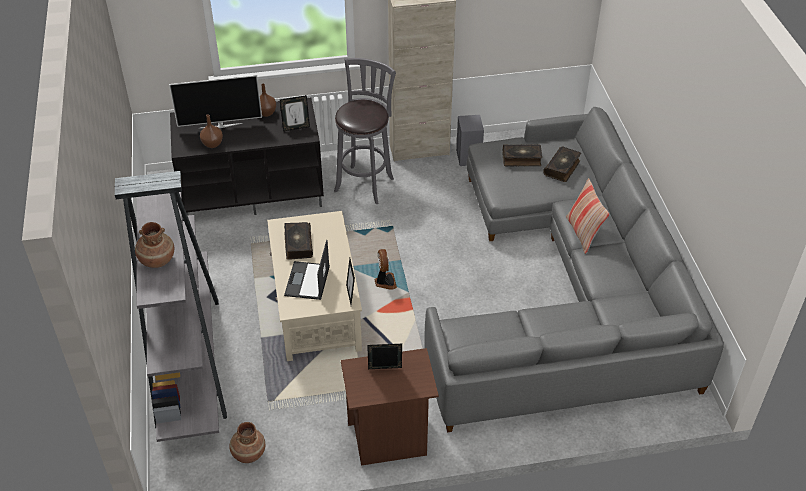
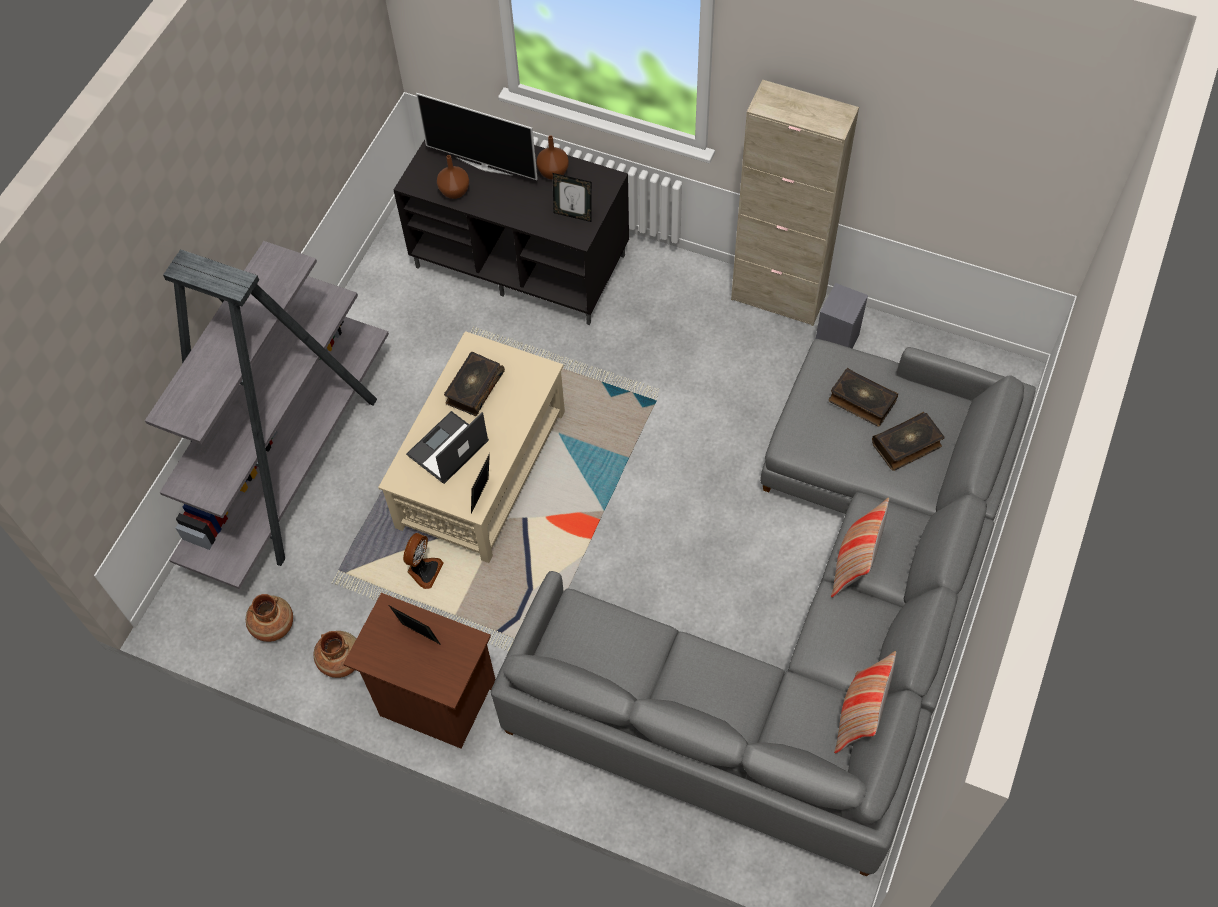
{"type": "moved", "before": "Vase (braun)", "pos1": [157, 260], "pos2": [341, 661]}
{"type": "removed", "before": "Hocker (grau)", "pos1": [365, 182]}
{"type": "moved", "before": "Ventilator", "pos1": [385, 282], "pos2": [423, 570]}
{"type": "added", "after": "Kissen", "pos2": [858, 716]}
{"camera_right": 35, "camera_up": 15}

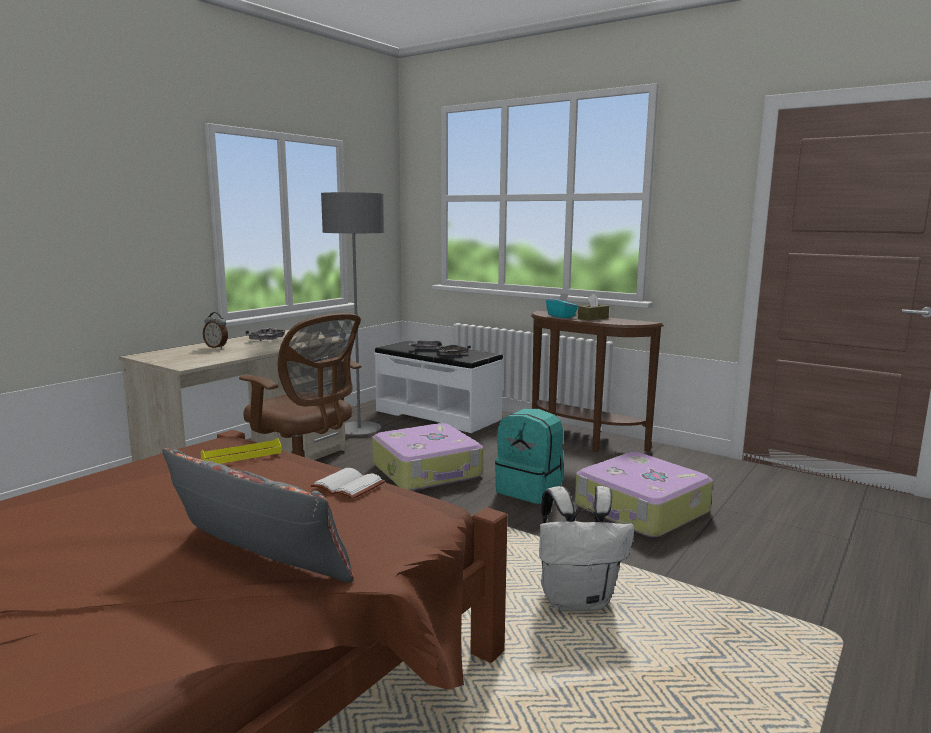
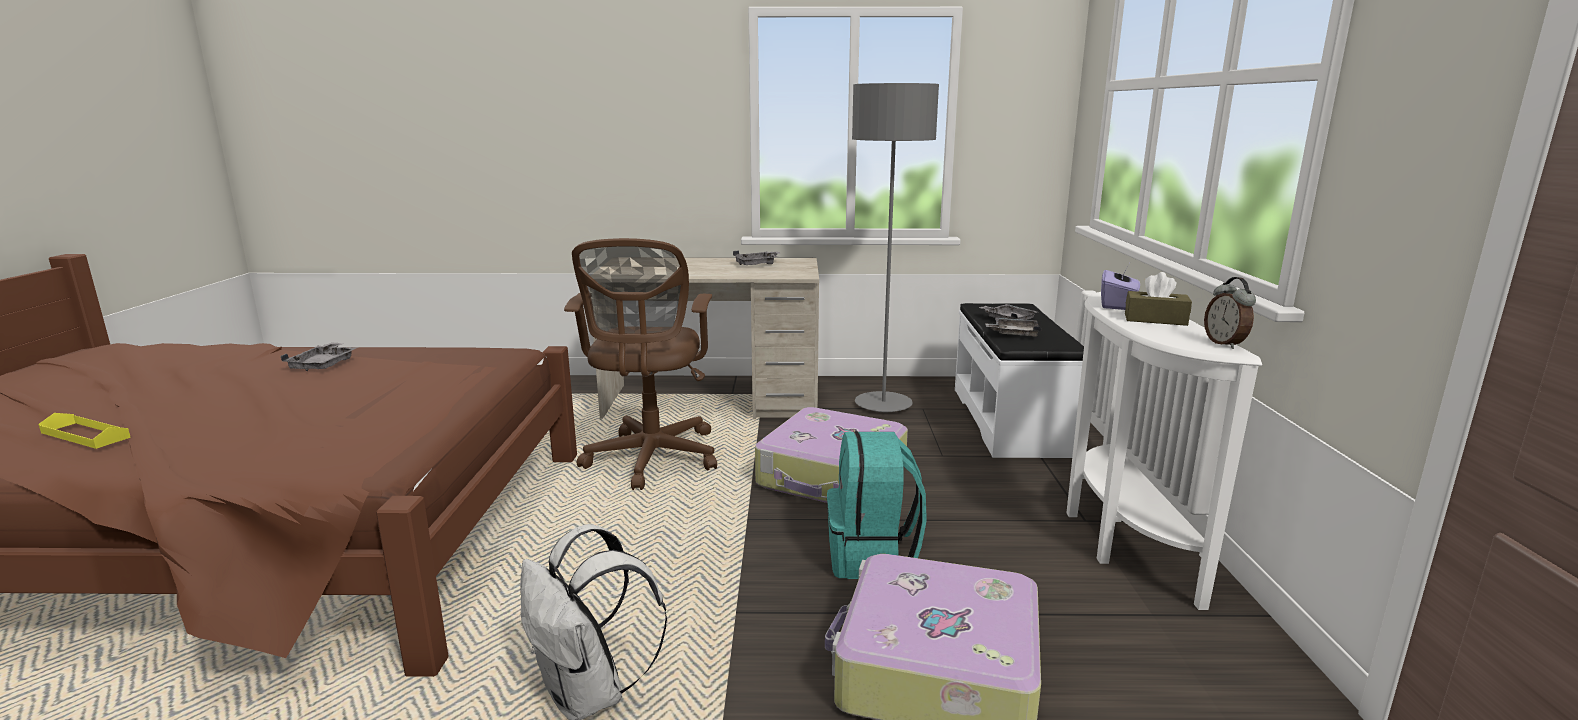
{"type": "removed", "before": "Kissen (grau)", "pos1": [259, 561]}
{"type": "moved", "before": "Tablett (gelb)", "pos1": [242, 455], "pos2": [85, 435]}
{"type": "moved", "before": "Wecker", "pos1": [217, 347], "pos2": [1225, 344]}
{"type": "removed", "before": "Buch (weiß)", "pos1": [346, 486]}
{"type": "recoloured", "before": "Konsolentisch (braun)", "after": "Konsolentisch (weiß)", "pos1": [581, 441], "pos2": [1118, 538]}
{"type": "recoloured", "before": "Taschentuchbox (türkis)", "after": "Taschentuchbox (lila)", "pos1": [561, 316], "pos2": [1117, 305]}
{"type": "added", "after": "Tablett (grau)", "pos2": [324, 365]}
{"camera_right": 55, "camera_up": 5}

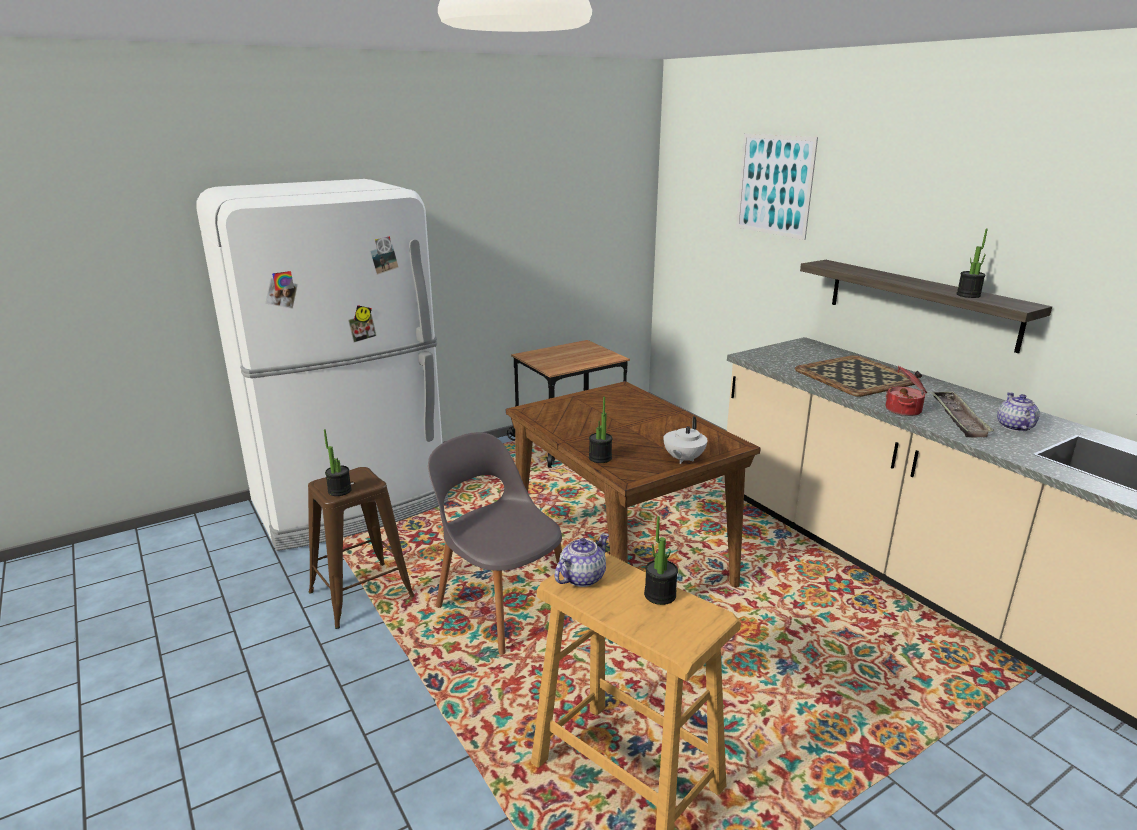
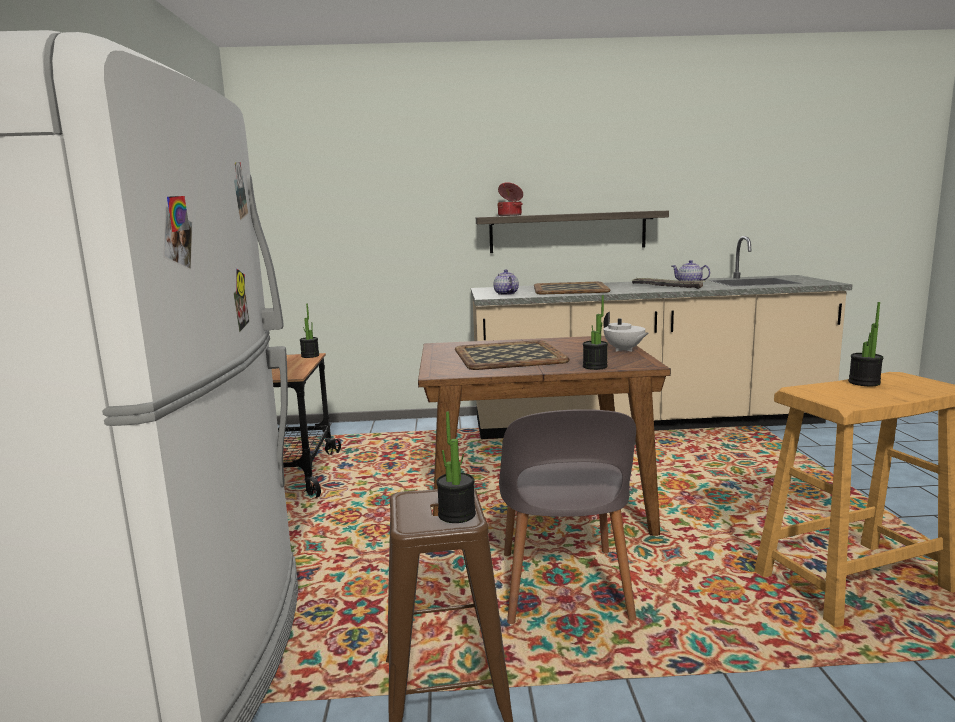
{"type": "turned", "before": "Stuhl (grau)", "pos1": [501, 607], "pos2": [563, 588], "turn": -75}
{"type": "moved", "before": "Teekanne", "pos1": [581, 578], "pos2": [506, 294]}
{"type": "removed", "before": "Bild", "pos1": [774, 185]}
{"type": "moved", "before": "Kochtopf", "pos1": [904, 410], "pos2": [510, 215]}
{"type": "moved", "before": "Topfpflanze", "pos1": [968, 295], "pos2": [310, 356]}
{"type": "added", "after": "Tablett", "pos2": [508, 356]}
{"camera_right": -60, "camera_up": -10}

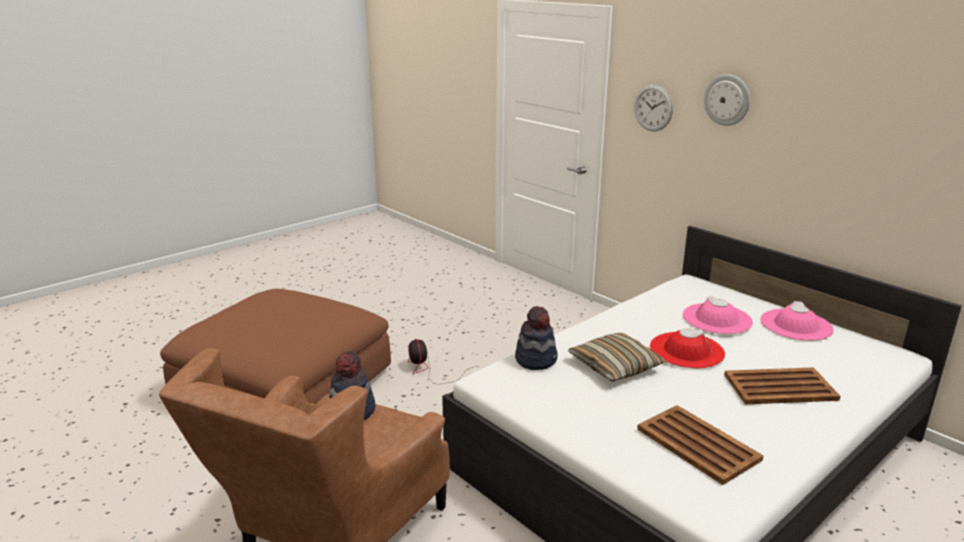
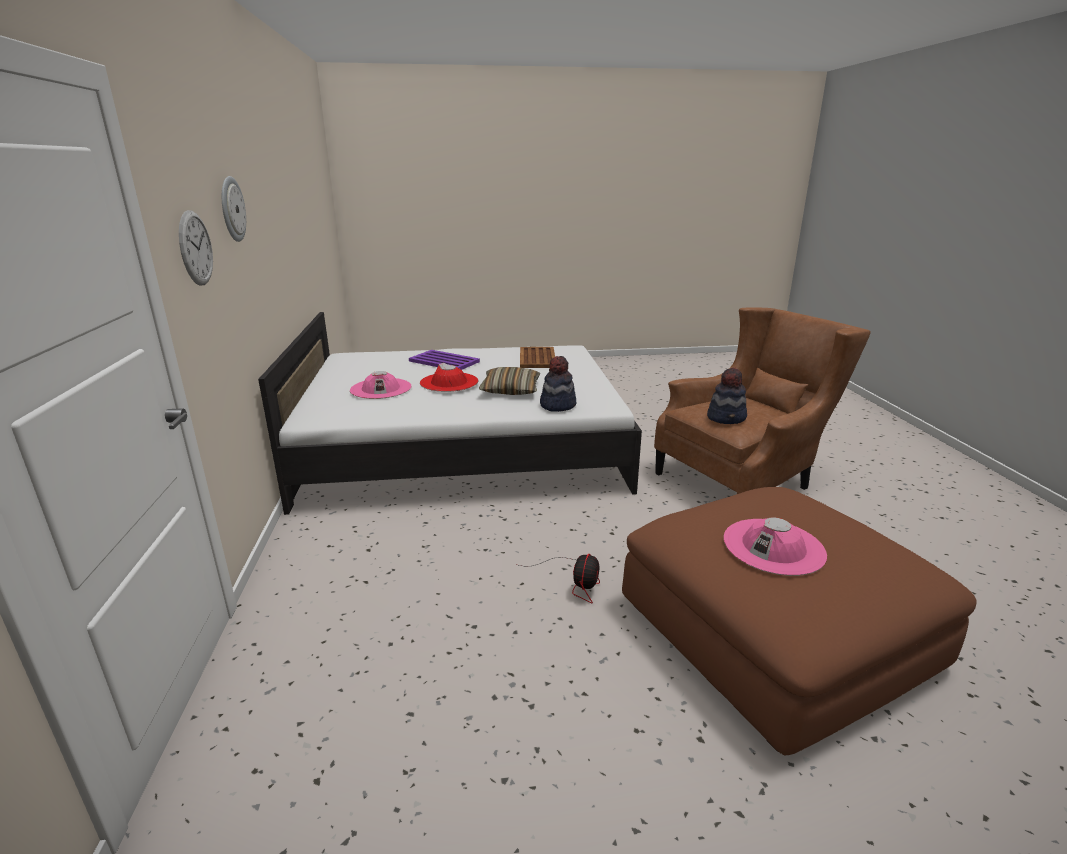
{"type": "recoloured", "before": "Tablett (braun)", "after": "Tablett (lila)", "pos1": [781, 387], "pos2": [443, 361]}
{"type": "moved", "before": "Hut (rosa)", "pos1": [796, 325], "pos2": [773, 546]}
{"camera_right": -145, "camera_up": 0}

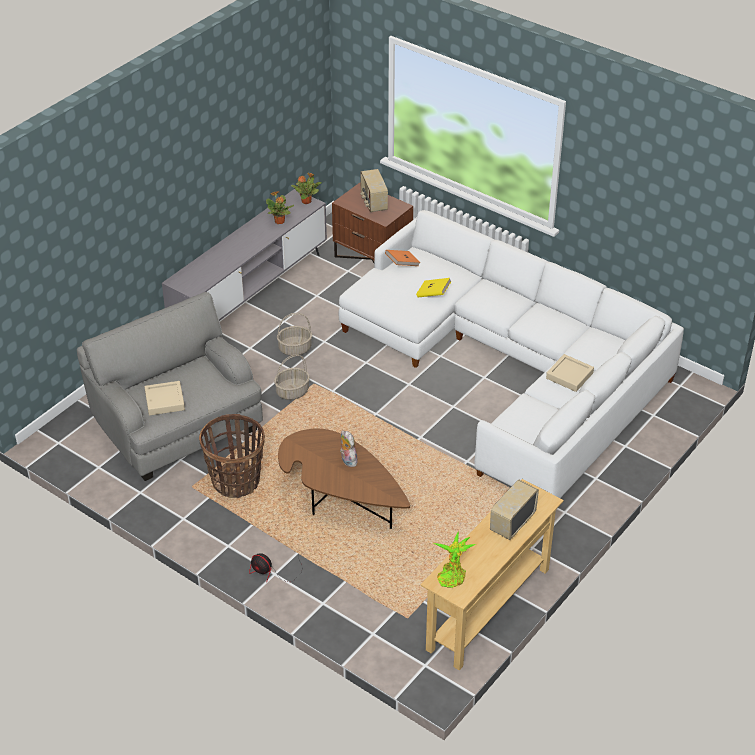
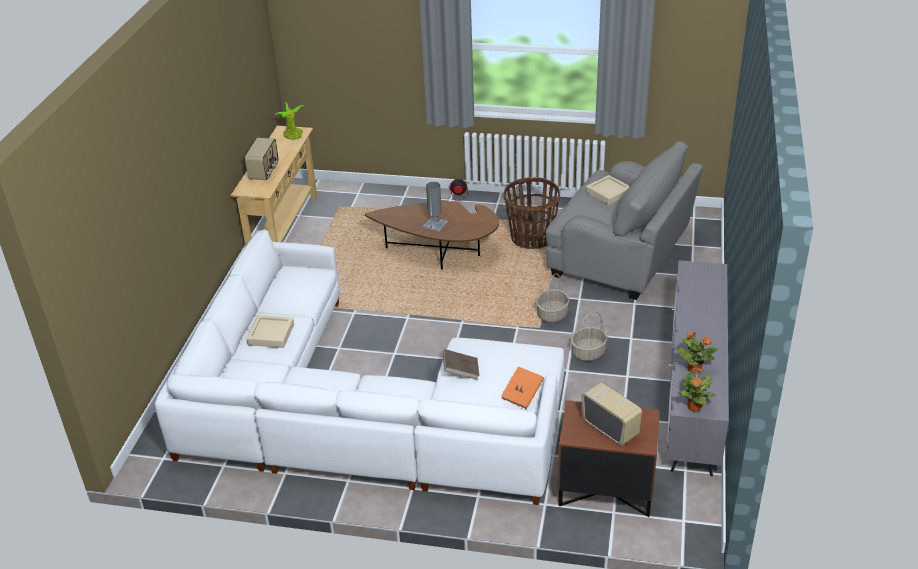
{"type": "replaced", "before": "Plüschtier", "after": "Tischlampe (grau)", "pos1": [347, 460], "pos2": [435, 224]}
{"type": "recoloured", "before": "Buch (gelb)", "after": "Buch (braun)", "pos1": [433, 294], "pos2": [461, 371]}
{"camera_right": 155, "camera_up": -5}

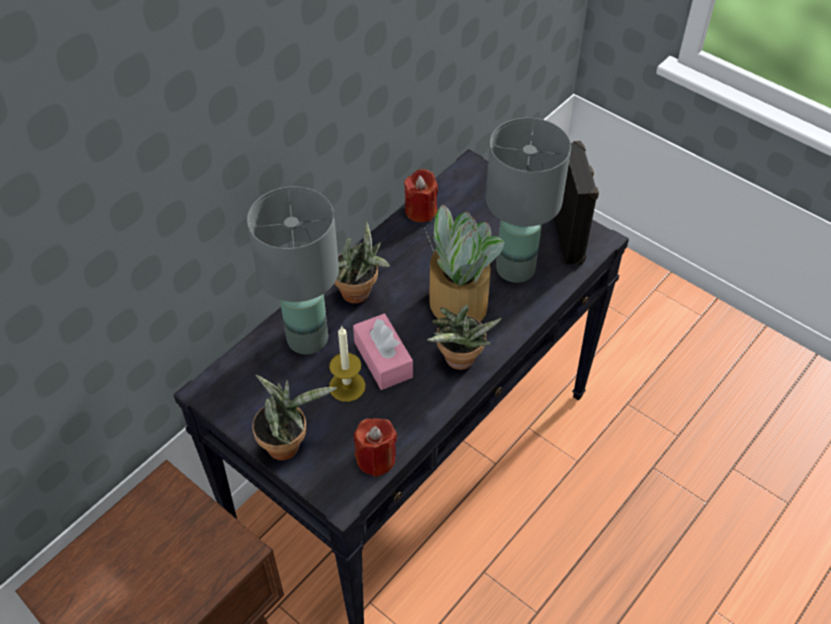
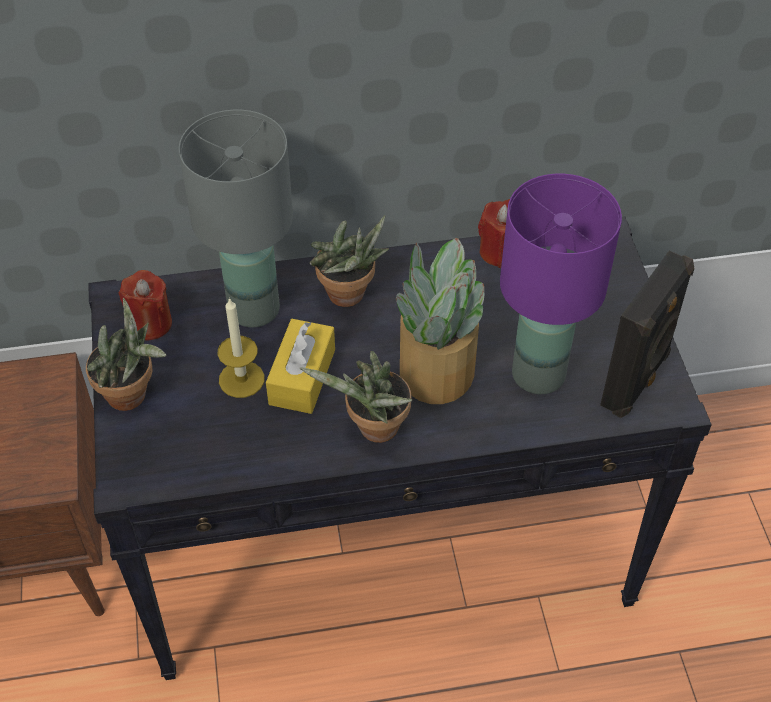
{"type": "recoloured", "before": "Taschentuchbox (rosa)", "after": "Taschentuchbox (gelb)", "pos1": [383, 359], "pos2": [302, 377]}
{"type": "moved", "before": "Kerze (rot)", "pos1": [376, 458], "pos2": [149, 323]}
{"type": "recoloured", "before": "Tischlampe (grau)", "after": "Tischlampe (lila)", "pos1": [514, 269], "pos2": [536, 374]}
{"camera_right": 40, "camera_up": 0}

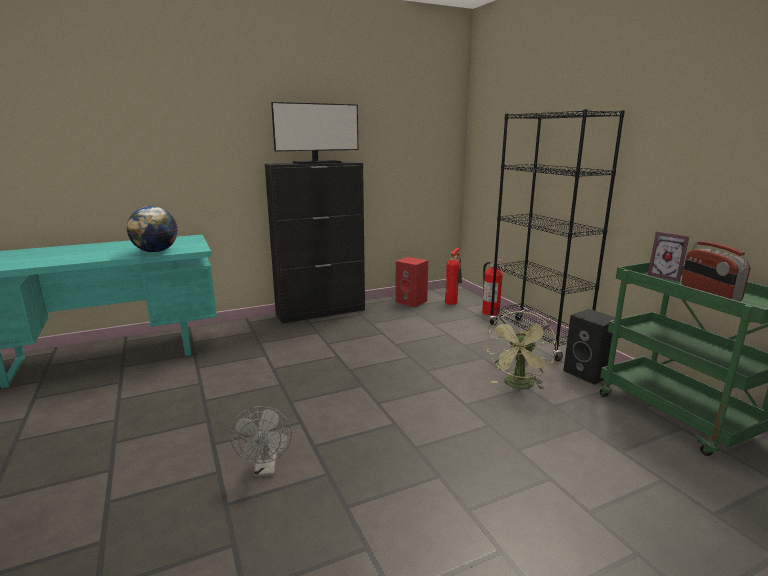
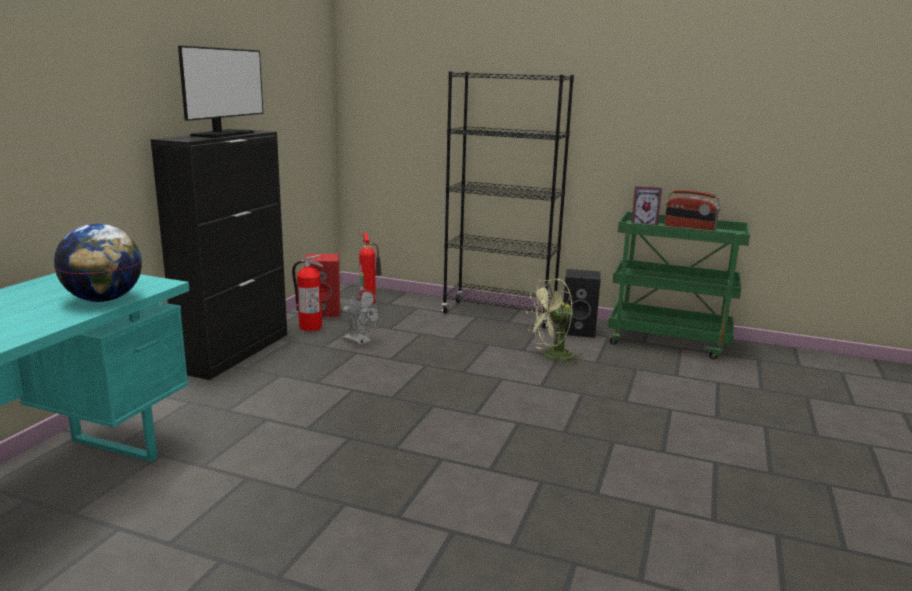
{"type": "moved", "before": "Ventilator (grau)", "pos1": [266, 469], "pos2": [360, 342]}
{"type": "moved", "before": "Feuerlöscher", "pos1": [490, 312], "pos2": [310, 327]}
{"type": "turned", "before": "Ventilator (grün)", "pos1": [518, 386], "pos2": [552, 357], "turn": 90}
{"camera_right": -45, "camera_up": 0}

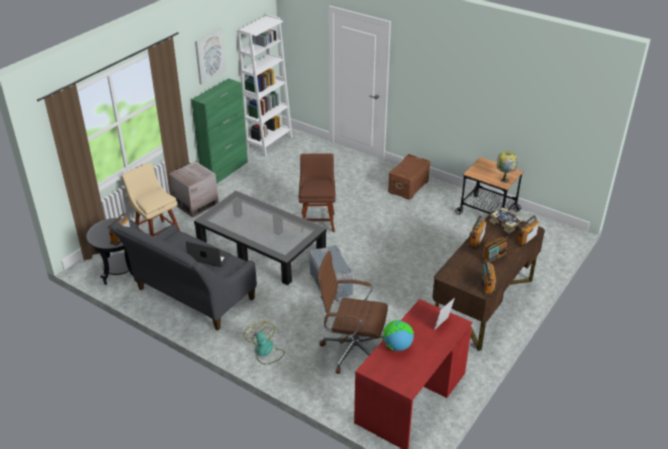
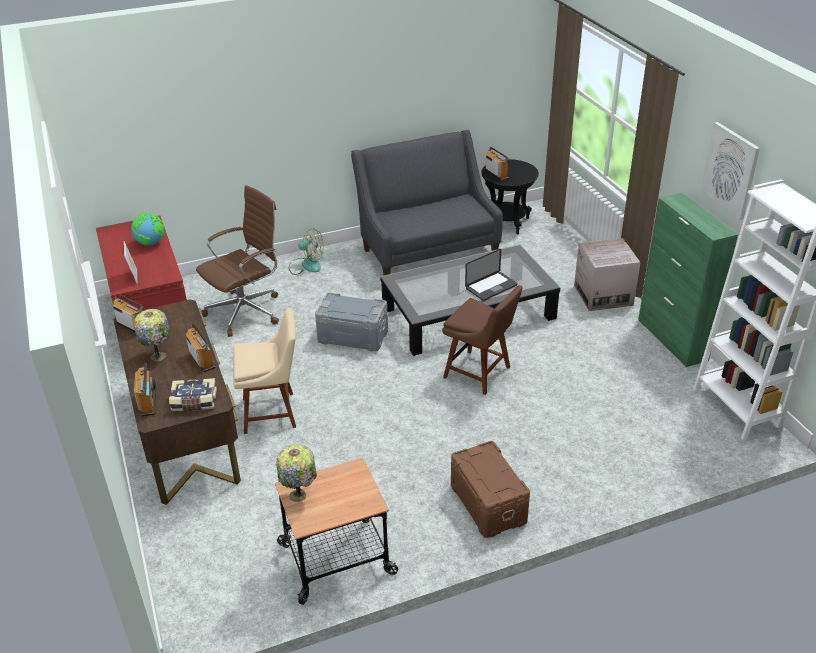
{"type": "moved", "before": "Stuhl (beige)", "pos1": [156, 233], "pos2": [273, 412]}
{"type": "moved", "before": "Laptop", "pos1": [209, 257], "pos2": [491, 287]}
{"type": "replaced", "before": "Radio", "after": "Tischlampe", "pos1": [494, 258], "pos2": [158, 355]}
{"camera_right": 125, "camera_up": 0}

